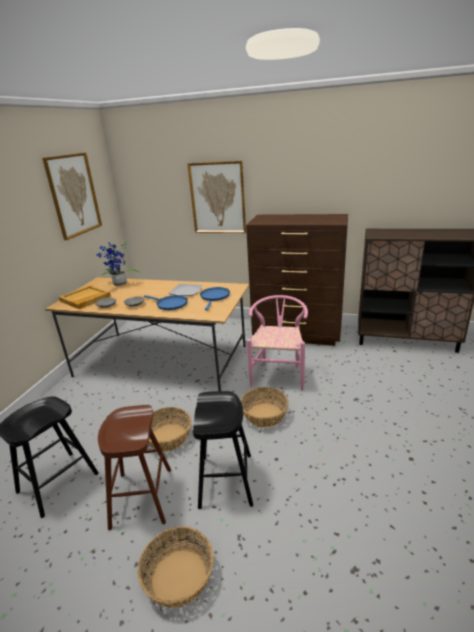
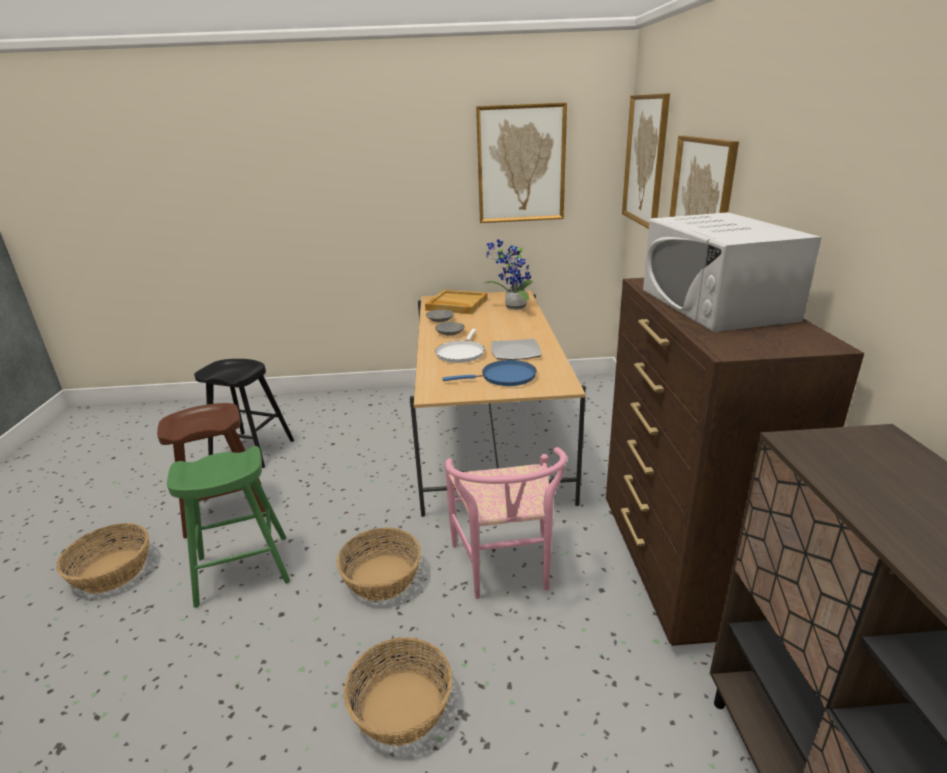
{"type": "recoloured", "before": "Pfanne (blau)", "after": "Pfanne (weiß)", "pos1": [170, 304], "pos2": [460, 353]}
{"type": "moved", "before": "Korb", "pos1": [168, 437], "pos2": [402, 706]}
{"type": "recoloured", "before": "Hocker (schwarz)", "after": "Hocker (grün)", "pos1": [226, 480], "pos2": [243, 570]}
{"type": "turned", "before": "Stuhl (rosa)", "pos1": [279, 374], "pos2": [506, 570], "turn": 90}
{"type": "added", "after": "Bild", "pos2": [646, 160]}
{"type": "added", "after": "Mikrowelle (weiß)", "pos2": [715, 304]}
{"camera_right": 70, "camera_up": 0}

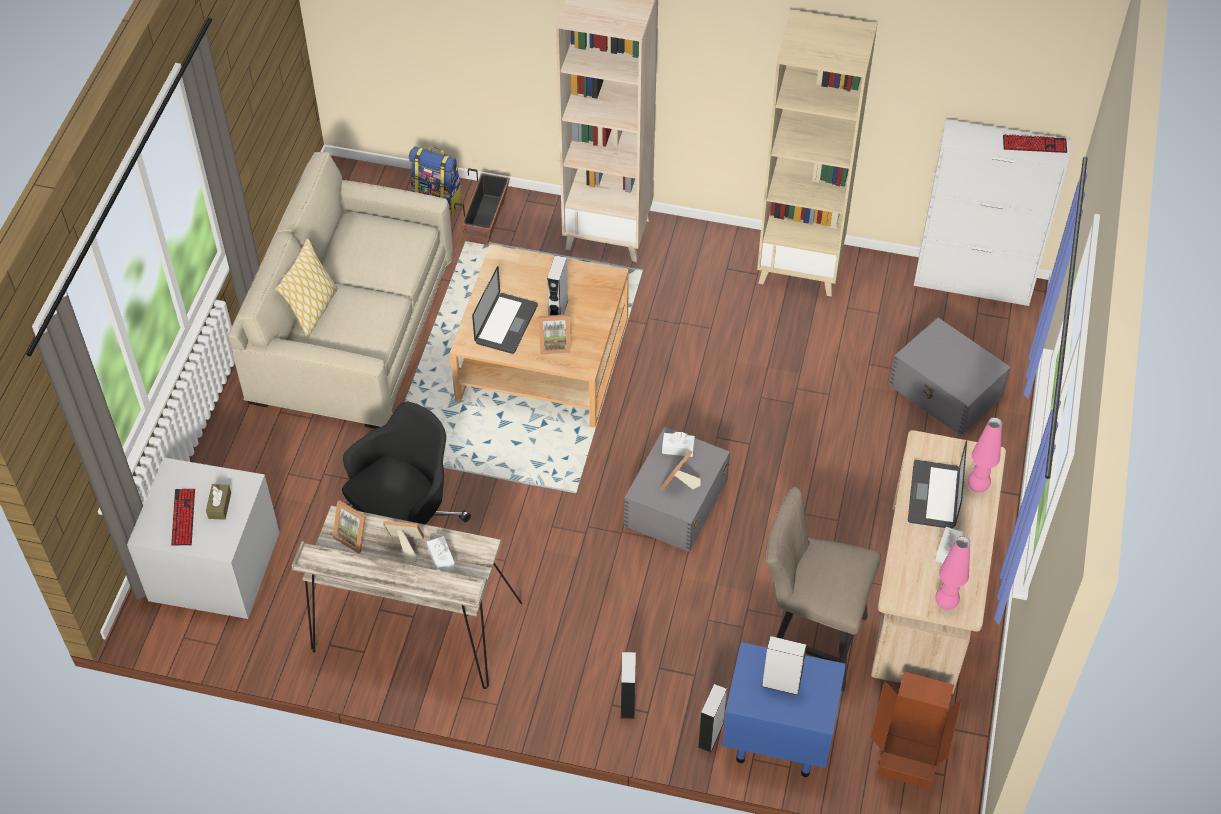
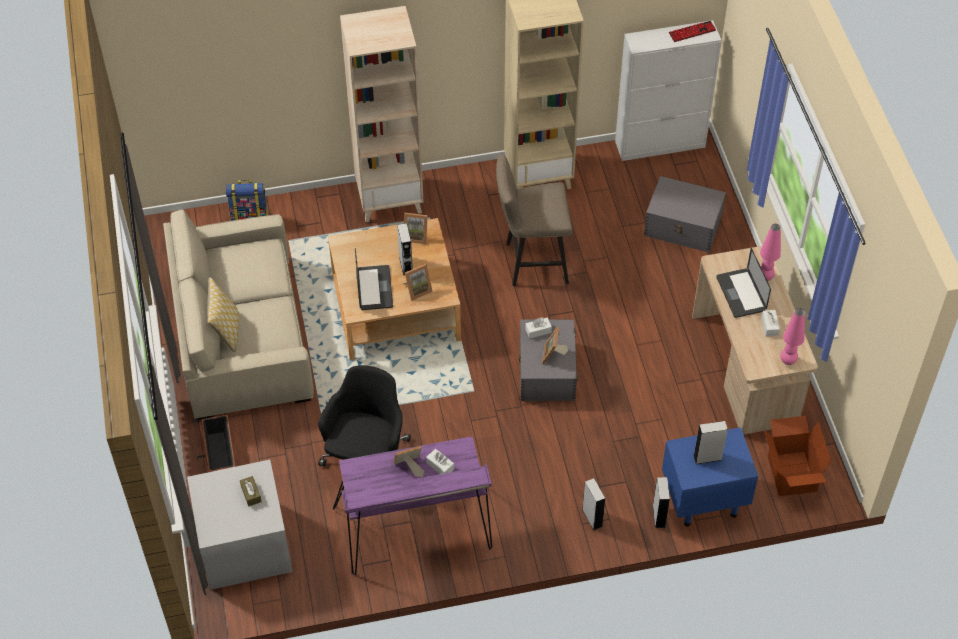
{"type": "removed", "before": "Tastatur", "pos1": [183, 517]}
{"type": "recoloured", "before": "Schreibtisch (beige)", "after": "Schreibtisch (lila)", "pos1": [412, 629], "pos2": [415, 530]}
{"type": "moved", "before": "Bilderrahmen", "pos1": [354, 536], "pos2": [416, 236]}
{"type": "moved", "before": "Pflanzkübel", "pos1": [485, 220], "pos2": [220, 456]}
{"type": "moved", "before": "Hocker (beige)", "pos1": [809, 639], "pos2": [531, 262]}
{"camera_right": -25, "camera_up": 0}

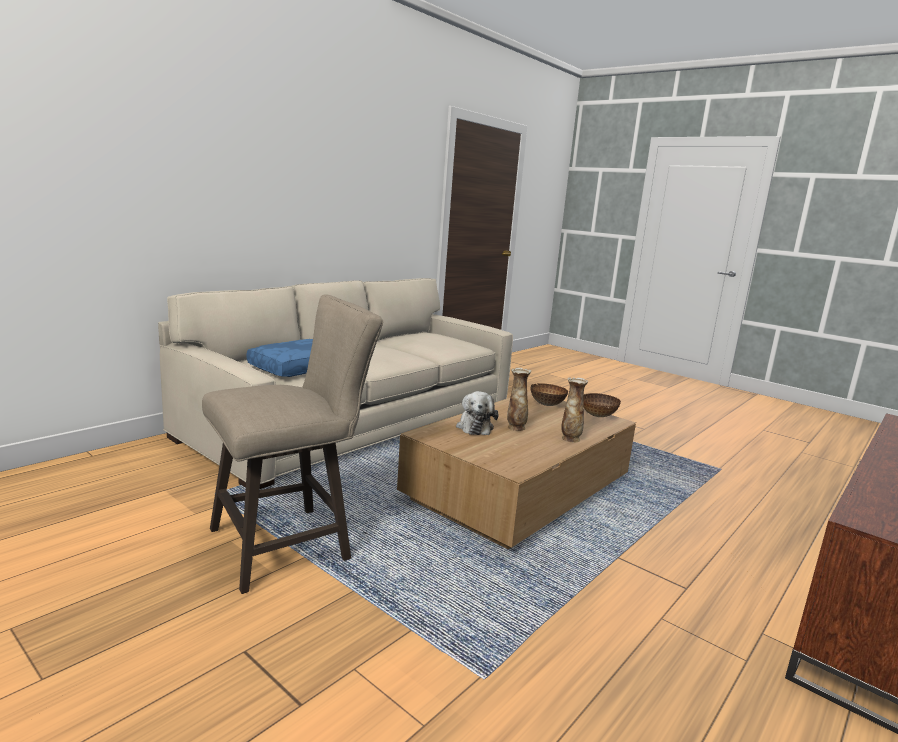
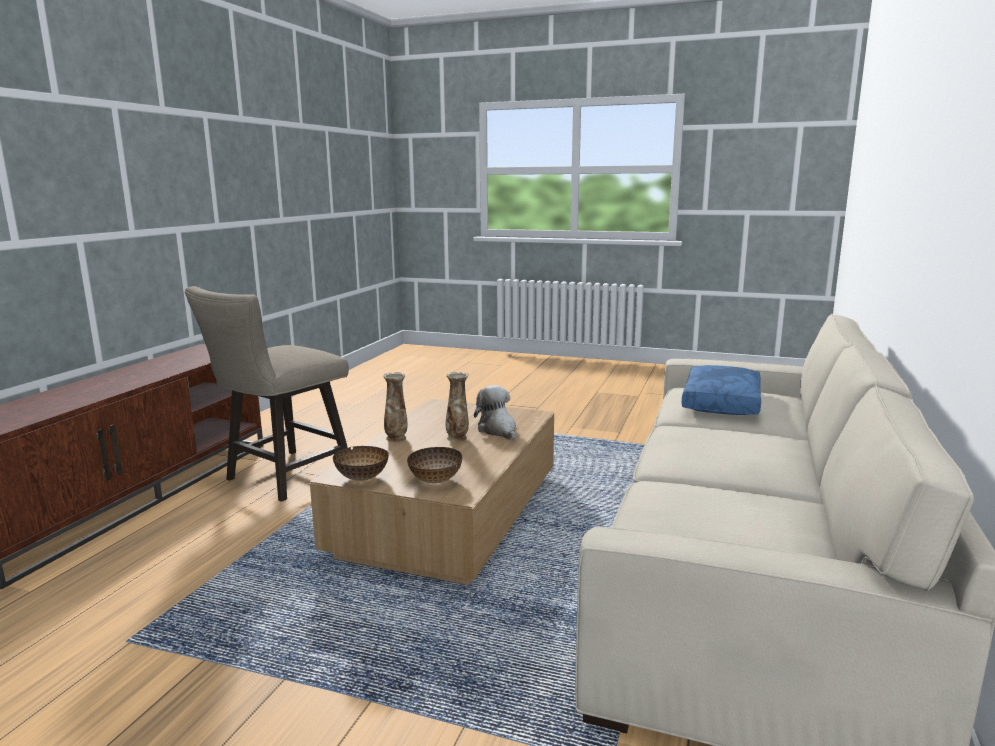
{"type": "moved", "before": "Hocker (beige)", "pos1": [290, 543], "pos2": [282, 478]}
{"camera_right": 160, "camera_up": 0}

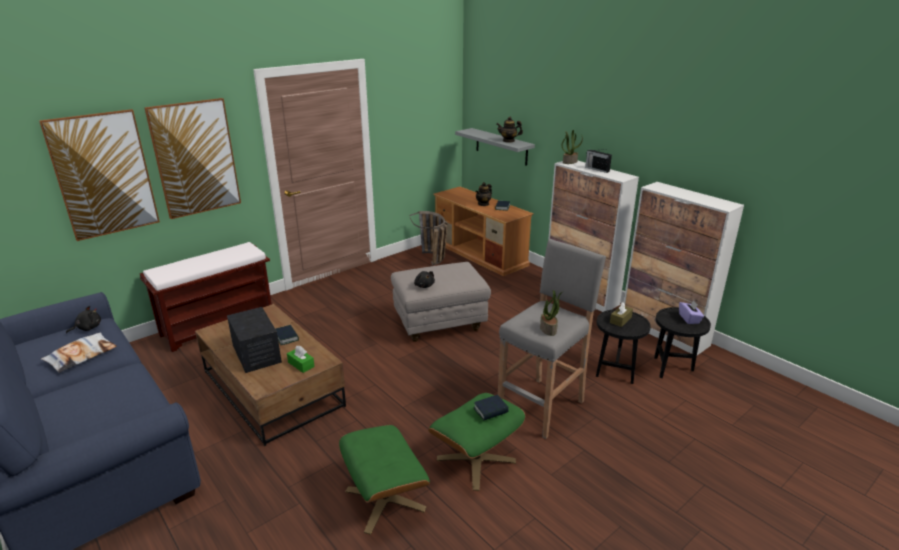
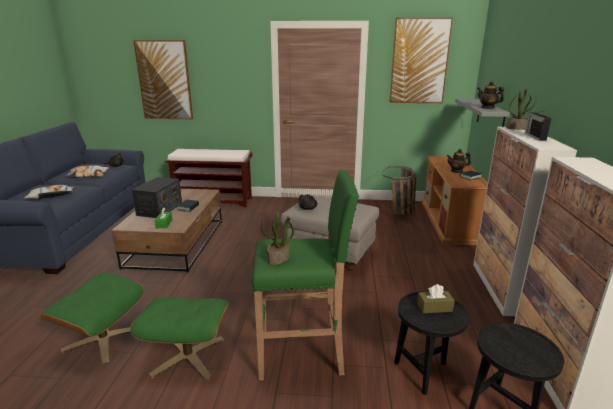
{"type": "moved", "before": "Bild", "pos1": [195, 158], "pos2": [419, 61]}
{"type": "removed", "before": "Buch", "pos1": [490, 410]}
{"type": "recoloured", "before": "Hocker (grau)", "after": "Hocker (grün)", "pos1": [542, 406], "pos2": [302, 354]}
{"type": "removed", "before": "Taschentuchbox (lila)", "pos1": [689, 319]}
{"type": "added", "after": "Kissen", "pos2": [51, 195]}
{"camera_right": 45, "camera_up": -5}

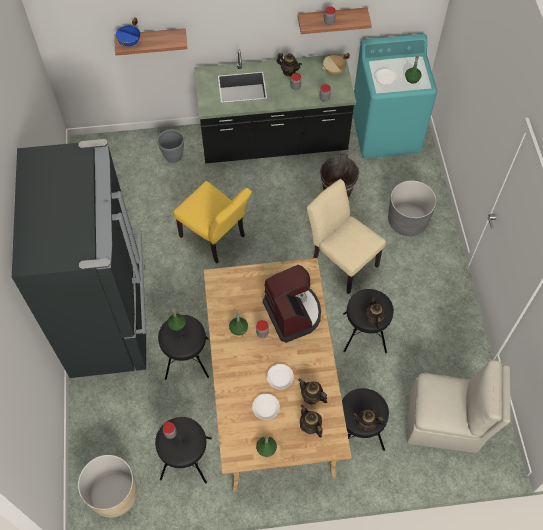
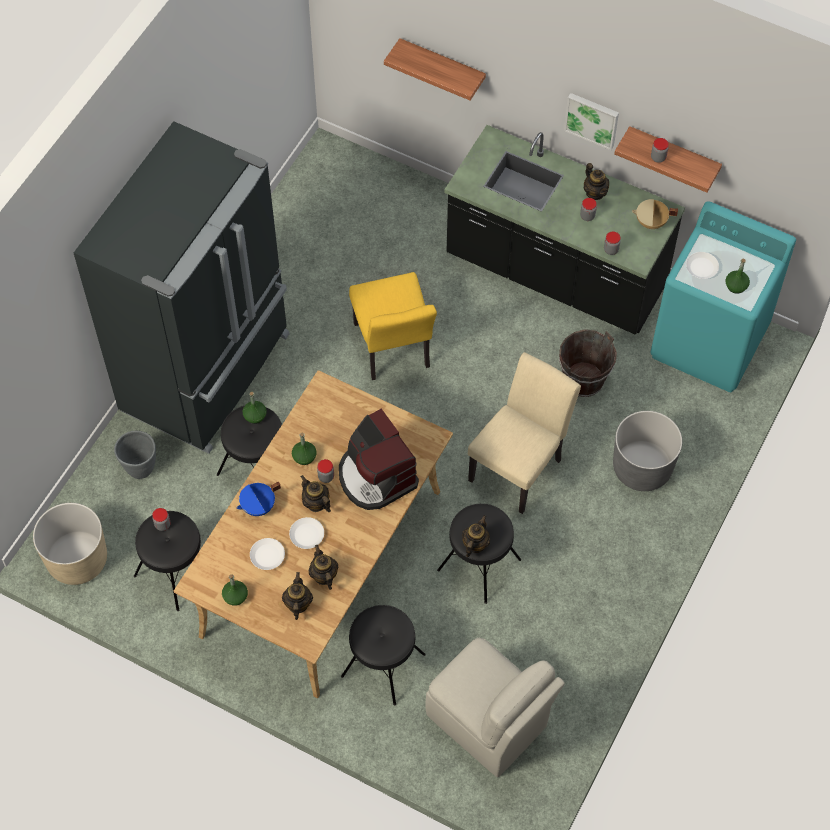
{"type": "moved", "before": "Kochtopf (blau)", "pos1": [130, 42], "pos2": [258, 507]}
{"type": "moved", "before": "Pflanzkübel (grau)", "pos1": [173, 157], "pos2": [140, 468]}
{"type": "turned", "before": "Kaffeemaschine", "pos1": [293, 313], "pos2": [376, 476], "turn": 135}
{"type": "turned", "before": "Stuhl (beige)", "pos1": [341, 260], "pos2": [520, 465], "turn": 45}
{"type": "moved", "before": "Teekanne", "pos1": [366, 424], "pos2": [316, 503]}
{"type": "added", "after": "Bild", "pos2": [592, 119]}
{"camera_right": 35, "camera_up": 0}

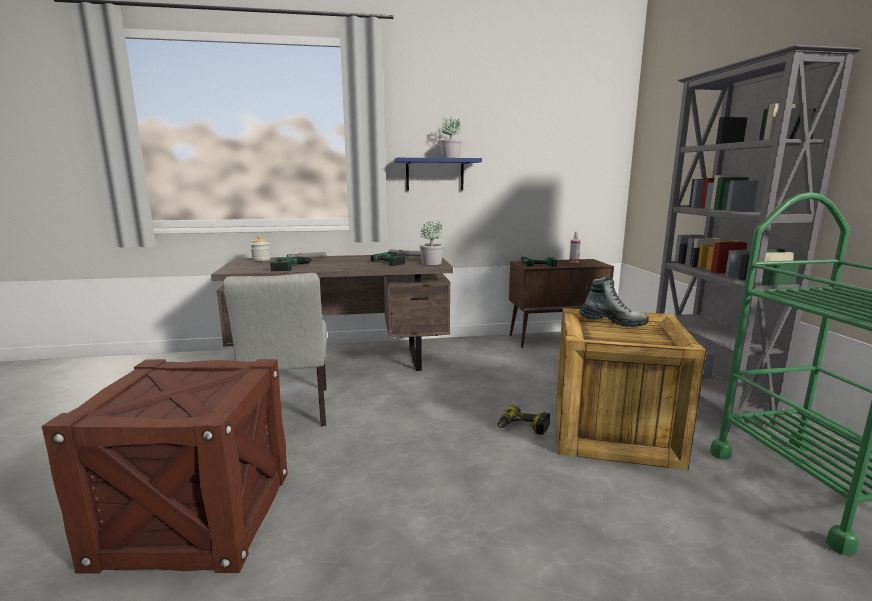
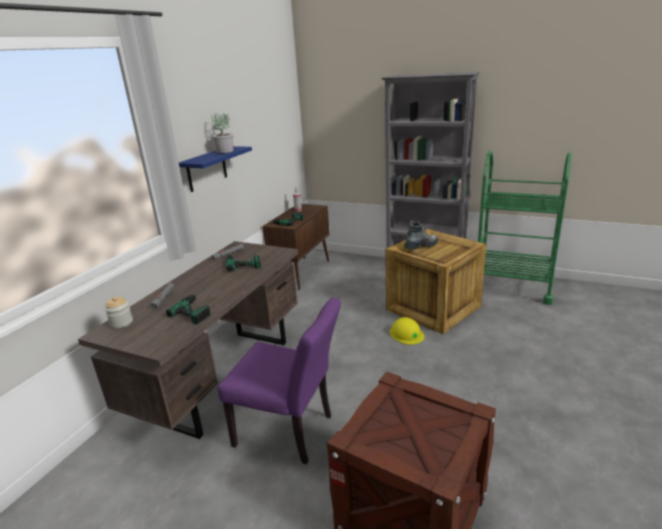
{"type": "recoloured", "before": "Stuhl (grau)", "after": "Stuhl (lila)", "pos1": [288, 414], "pos2": [291, 432]}
{"type": "removed", "before": "Topfpflanze", "pos1": [432, 263]}
{"type": "replaced", "before": "Bohrmaschine", "after": "Schutzhelm (gelb)", "pos1": [522, 428], "pos2": [406, 334]}
{"camera_right": -55, "camera_up": 10}

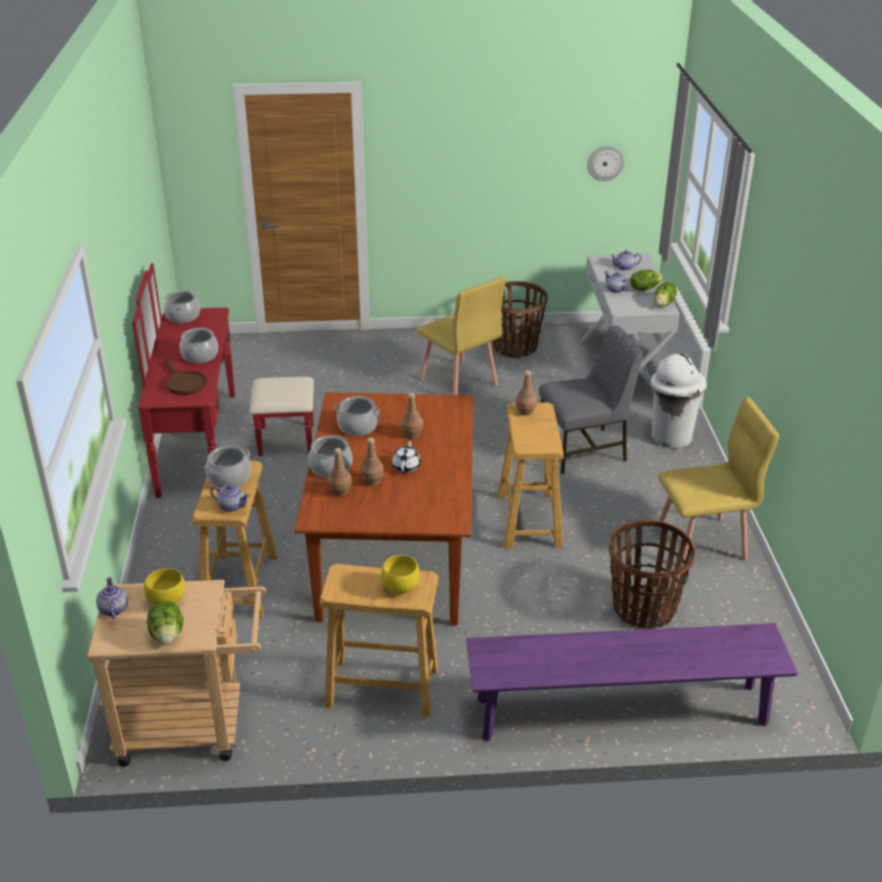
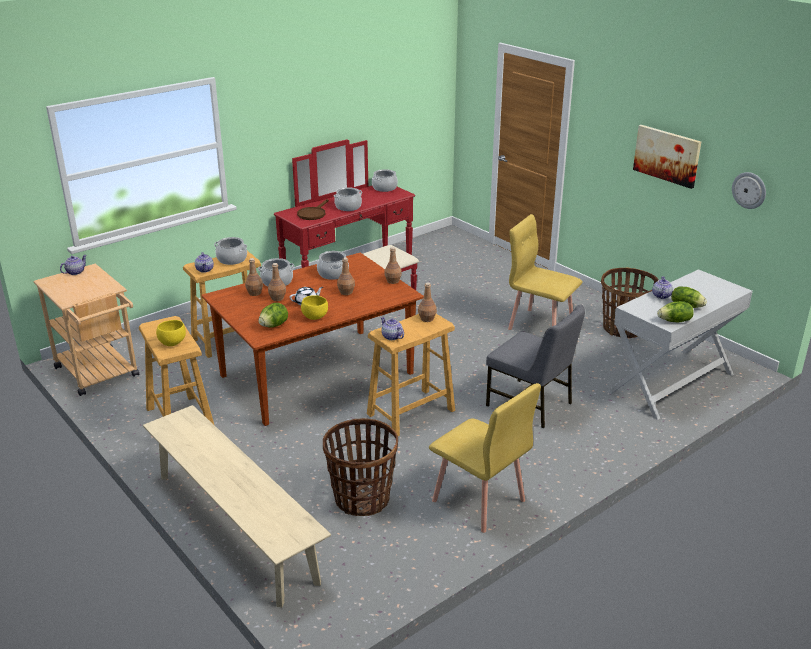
{"type": "moved", "before": "Schüssel (gelb)", "pos1": [166, 600], "pos2": [315, 317]}
{"type": "moved", "before": "Salatkopf", "pos1": [167, 636], "pos2": [274, 325]}
{"type": "turned", "before": "Stuhl (gelb)", "pos1": [458, 382], "pos2": [540, 325], "turn": 105}
{"type": "recoloured", "before": "Bank (lila)", "after": "Bank (beige)", "pos1": [621, 712], "pos2": [235, 526]}
{"type": "moved", "before": "Teekanne", "pos1": [625, 267], "pos2": [392, 337]}
{"type": "removed", "before": "Mülleimer (weiß)", "pos1": [670, 437]}
{"type": "added", "after": "Flasche (braun)", "pos2": [392, 281]}
{"type": "added", "after": "Bild", "pos2": [667, 155]}
{"camera_right": 55, "camera_up": -5}

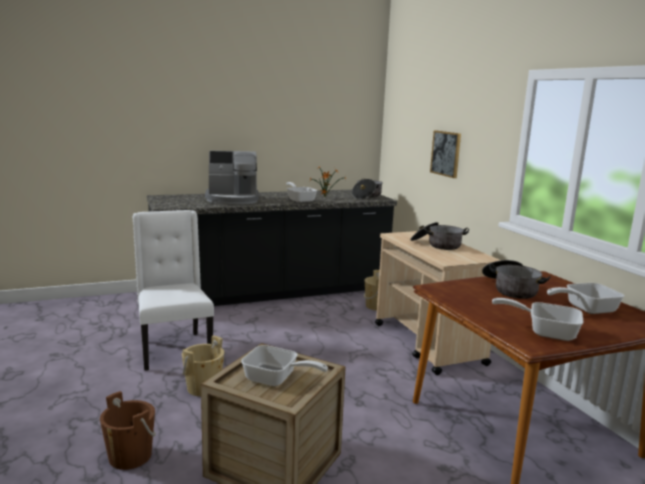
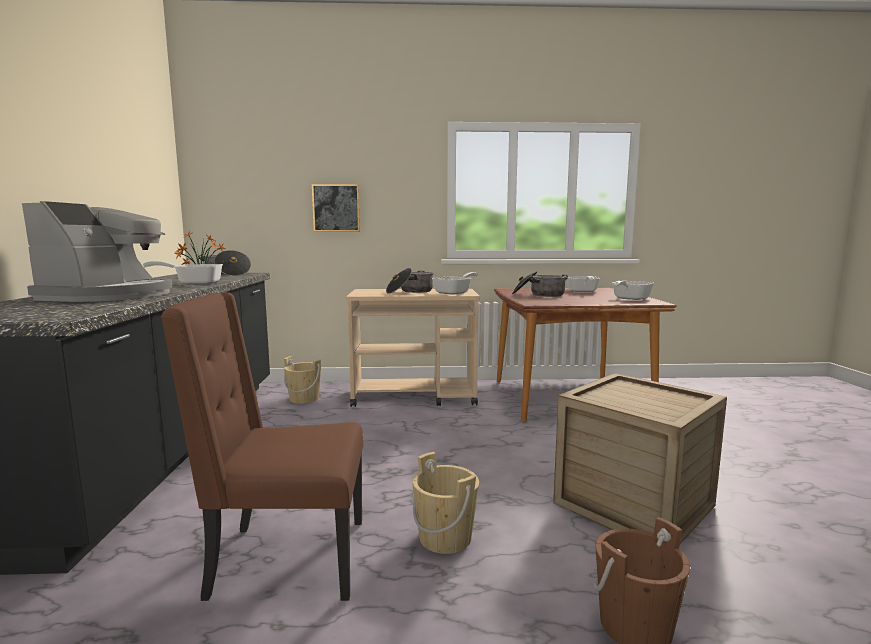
{"type": "recoloured", "before": "Stuhl (weiß)", "after": "Stuhl (braun)", "pos1": [173, 350], "pos2": [286, 560]}
{"type": "moved", "before": "Pfanne", "pos1": [276, 379], "pos2": [455, 292]}
{"camera_right": -70, "camera_up": -5}

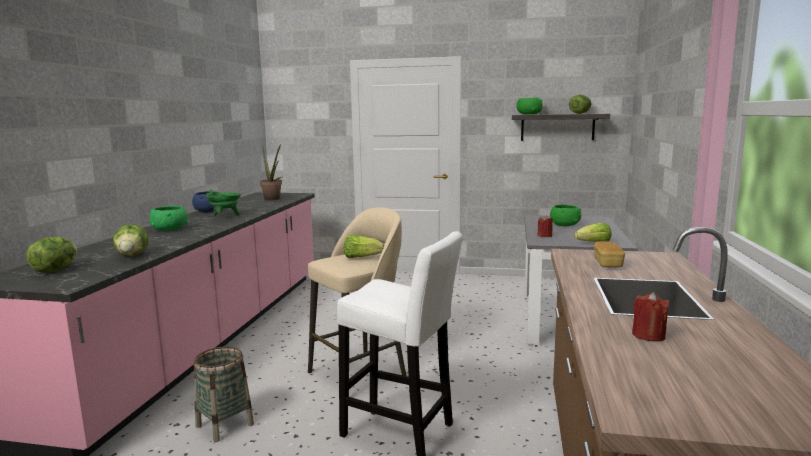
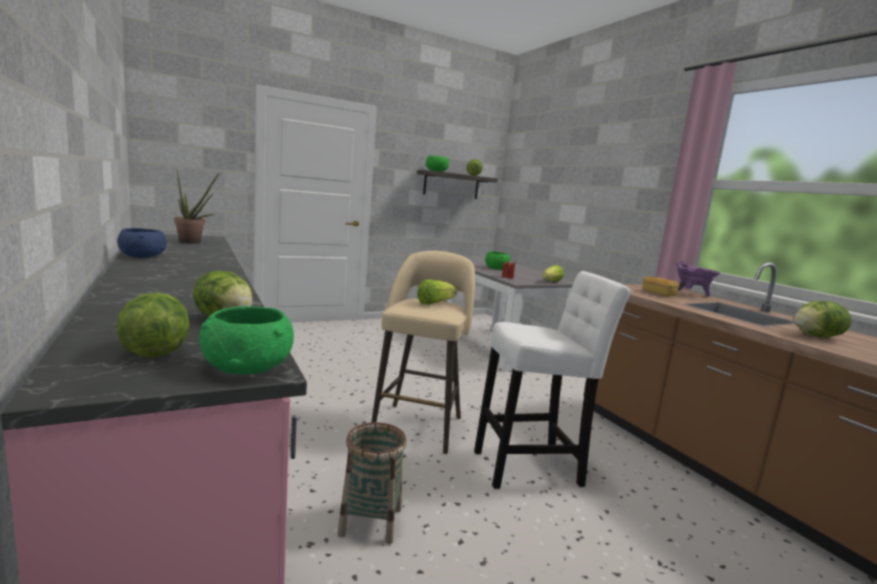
{"type": "moved", "before": "Schüssel (grün)", "pos1": [169, 229], "pos2": [247, 367]}
{"type": "removed", "before": "Kochtopf (grün)", "pos1": [224, 216]}
{"type": "replaced", "before": "Kerze (rot)", "after": "Salatkopf", "pos1": [648, 335], "pos2": [816, 336]}
{"type": "added", "after": "Kochtopf (lila)", "pos2": [691, 294]}
{"camera_right": -40, "camera_up": 0}

